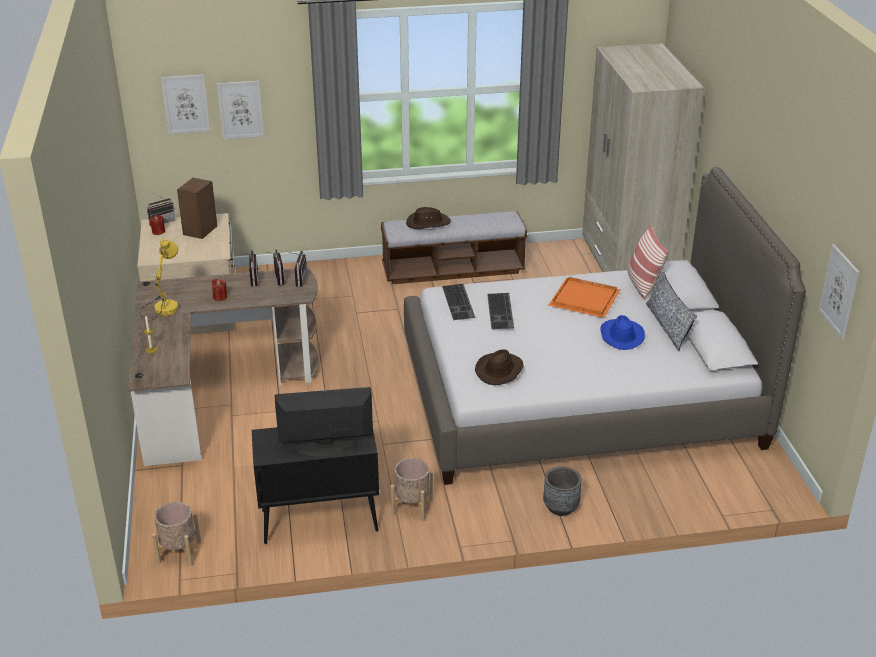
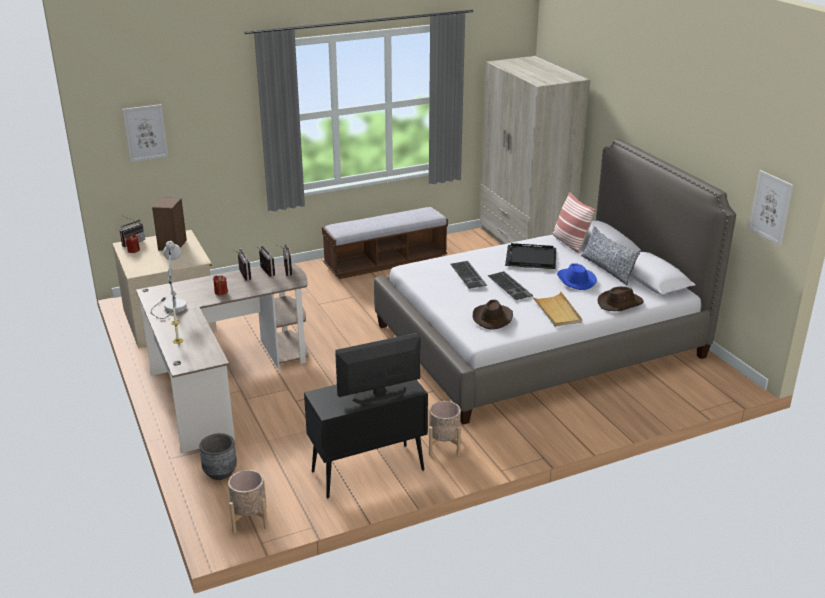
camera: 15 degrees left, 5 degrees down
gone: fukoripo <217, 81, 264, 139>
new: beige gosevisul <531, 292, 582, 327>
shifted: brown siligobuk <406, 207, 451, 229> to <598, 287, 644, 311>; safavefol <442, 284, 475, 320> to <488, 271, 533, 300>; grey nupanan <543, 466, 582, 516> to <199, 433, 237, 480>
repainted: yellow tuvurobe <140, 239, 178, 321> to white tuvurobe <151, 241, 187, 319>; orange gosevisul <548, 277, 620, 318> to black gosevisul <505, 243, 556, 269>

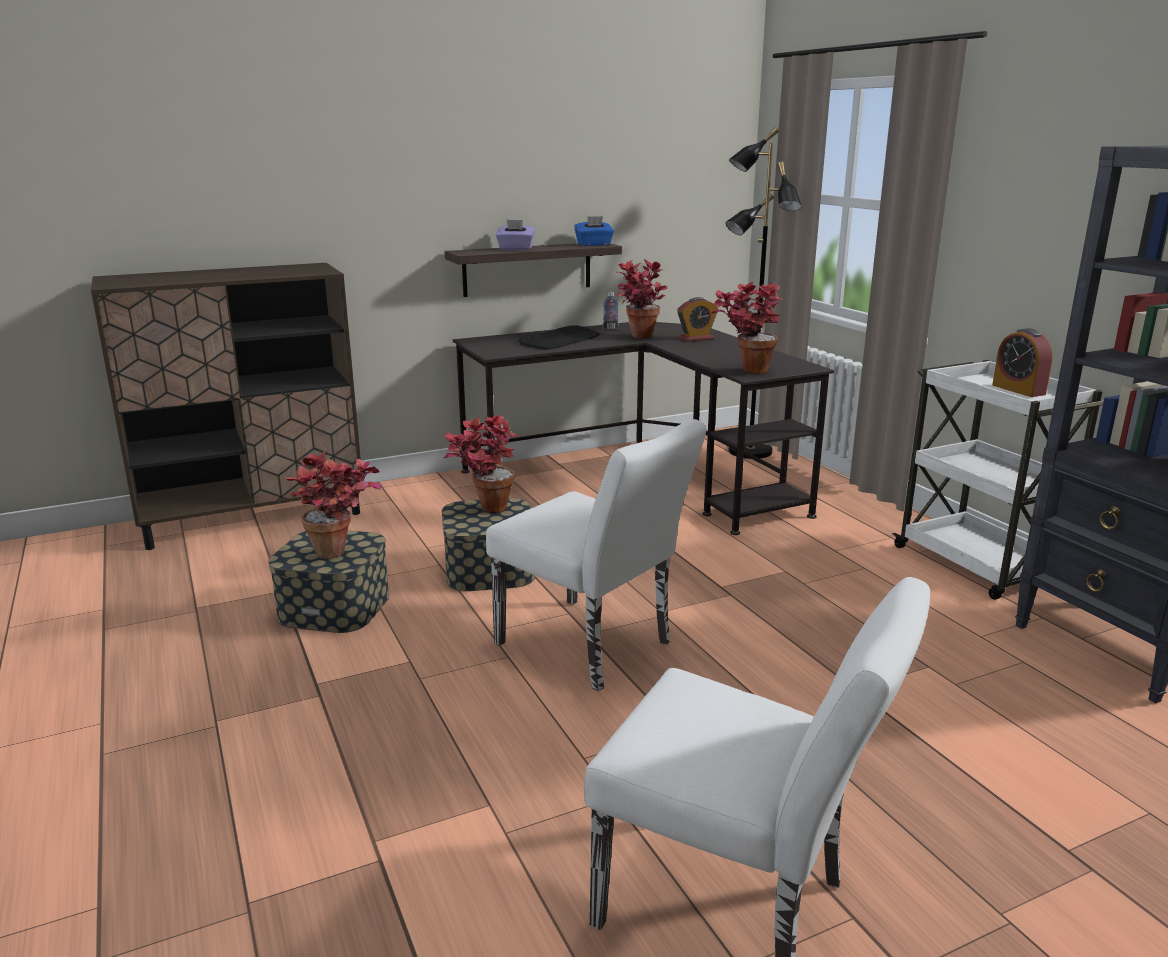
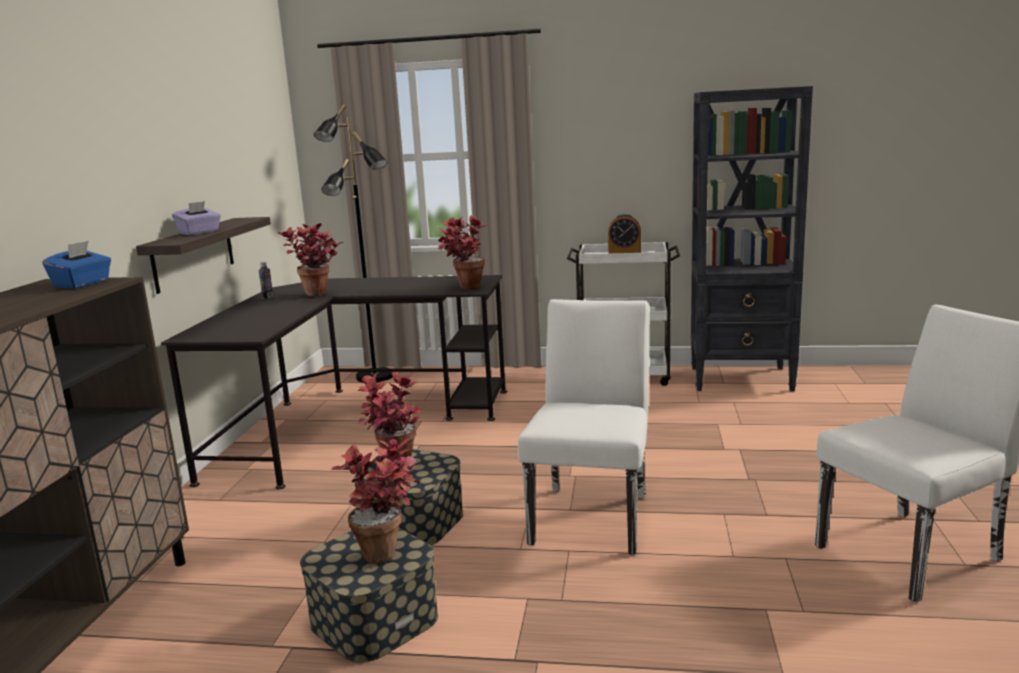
camera: 55 degrees left, 5 degrees down
gone: safavefol <519, 325, 600, 350>; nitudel <677, 297, 718, 342>
shifted: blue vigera <574, 216, 614, 246> to <42, 241, 111, 288>
rotated: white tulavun <486, 419, 706, 691> = <518, 299, 650, 555> 60 degrees counterclockwise

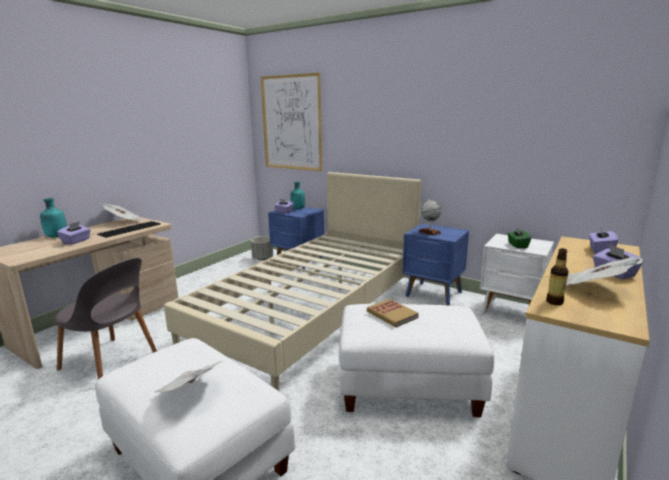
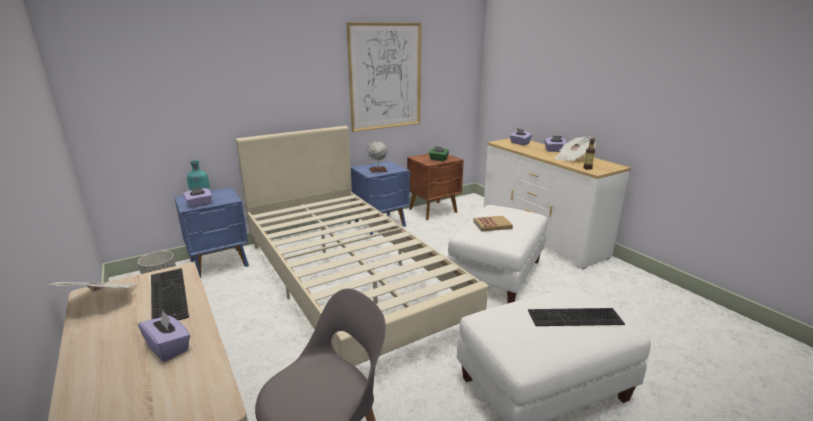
camera: 65 degrees left, 5 degrees up
gone: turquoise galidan <40, 198, 67, 237>
shifted: fukoripo <260, 73, 322, 171> to <346, 22, 422, 132>
swapped: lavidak <155, 361, 223, 393> to safavefol <528, 308, 625, 326>
repainted: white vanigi <480, 234, 554, 314> to brown vanigi <407, 154, 464, 220>

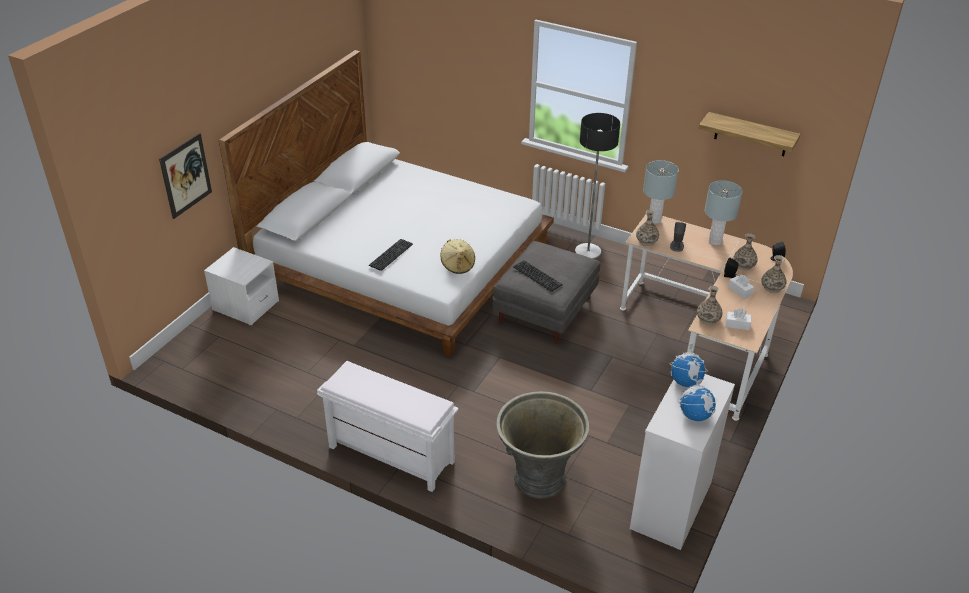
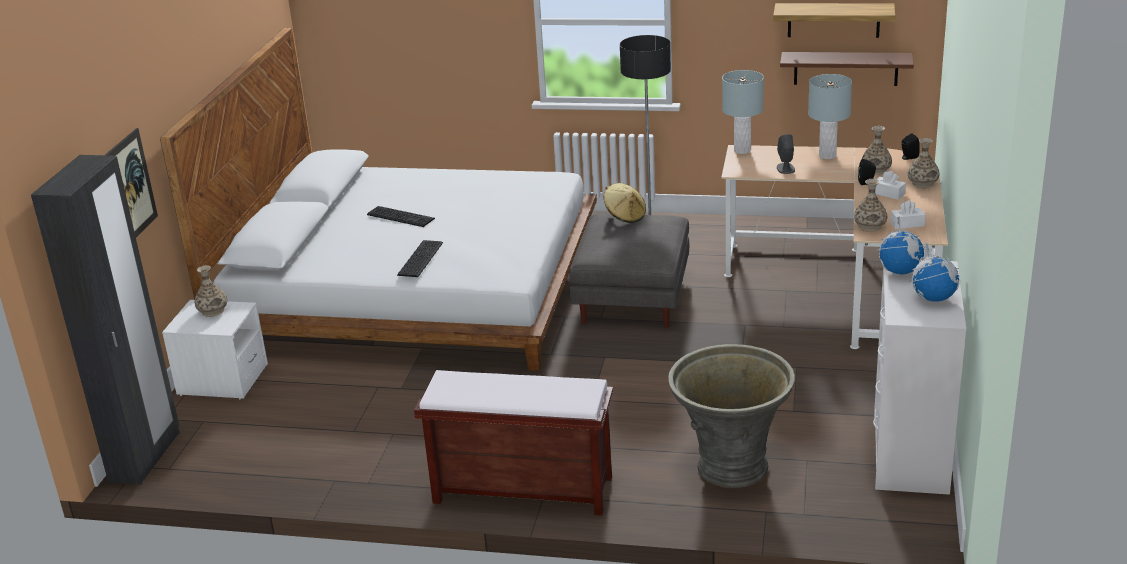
camera: 15 degrees left, 10 degrees down
new: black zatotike <31, 155, 179, 485>; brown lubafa <780, 52, 914, 86>
shifted: beige siligobuk <441, 239, 475, 274> to <604, 183, 646, 223>; safavefol <513, 260, 563, 292> to <367, 206, 435, 227>; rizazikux <636, 210, 659, 246> to <195, 265, 227, 317>
repainted: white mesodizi <317, 361, 458, 492> to brown mesodizi <414, 370, 613, 516>

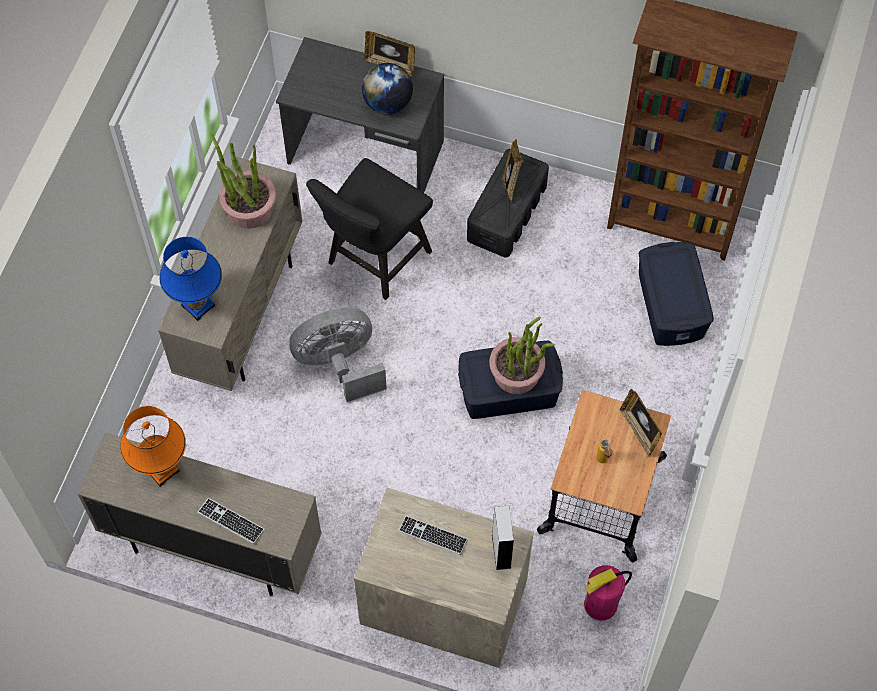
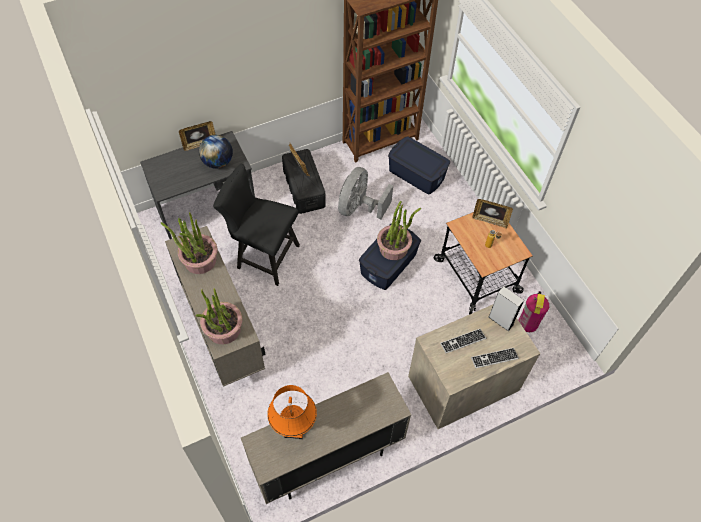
camera: 45 degrees left, 5 degrees down
shifted: safavefol <197, 498, 264, 544> to <471, 348, 519, 368>; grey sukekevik <289, 308, 387, 402> to <338, 167, 393, 219>
swapped: blue tuvurobe <159, 237, 222, 321> to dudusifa <196, 288, 242, 344>
rotated: black tulavun <306, 158, 433, 300> = <213, 163, 300, 286> 120 degrees clockwise

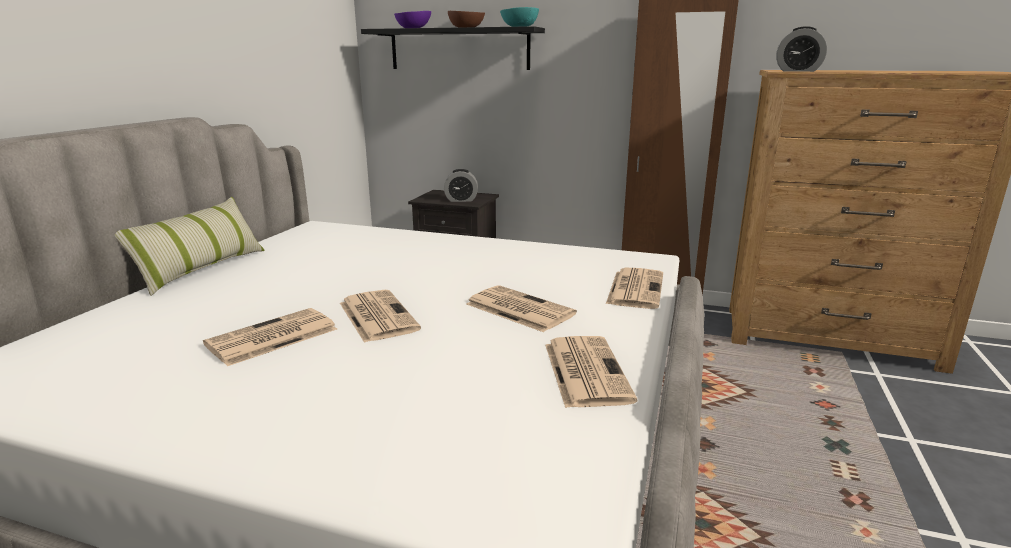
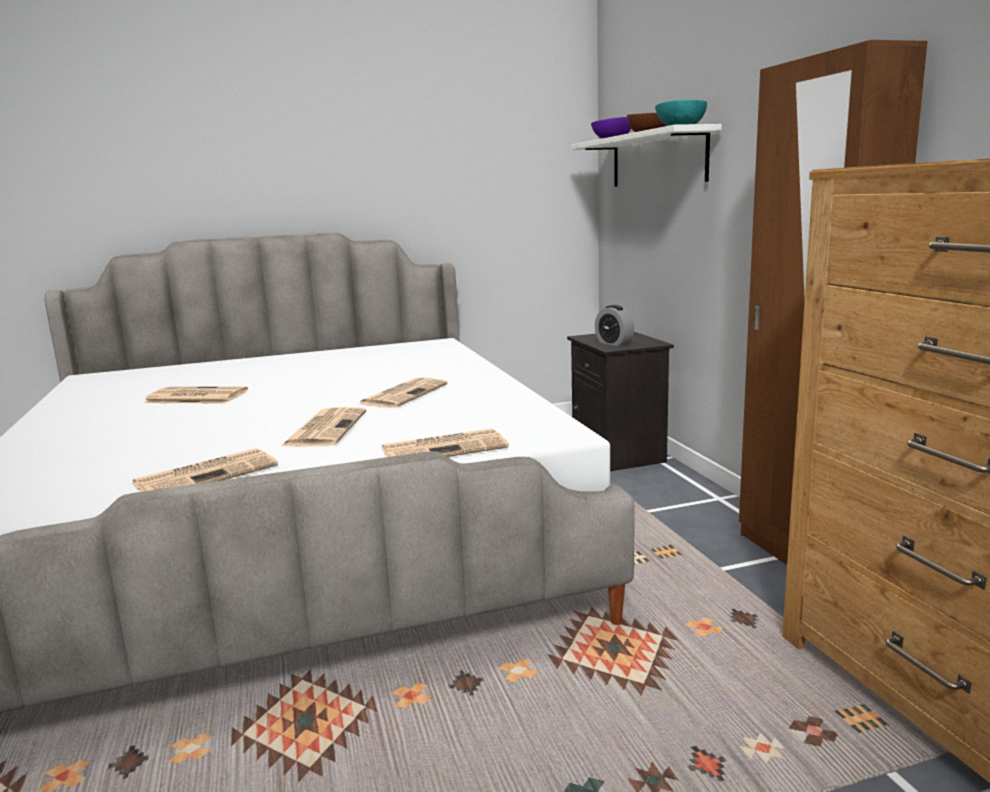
camera: 55 degrees right, 5 degrees down
gone: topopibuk <115, 197, 265, 296>; nitudel <776, 26, 827, 72>
shifted: lavidak <340, 290, 421, 343> to <359, 378, 448, 408>
repainted: black lubafa <361, 26, 545, 70> to white lubafa <571, 124, 722, 187>

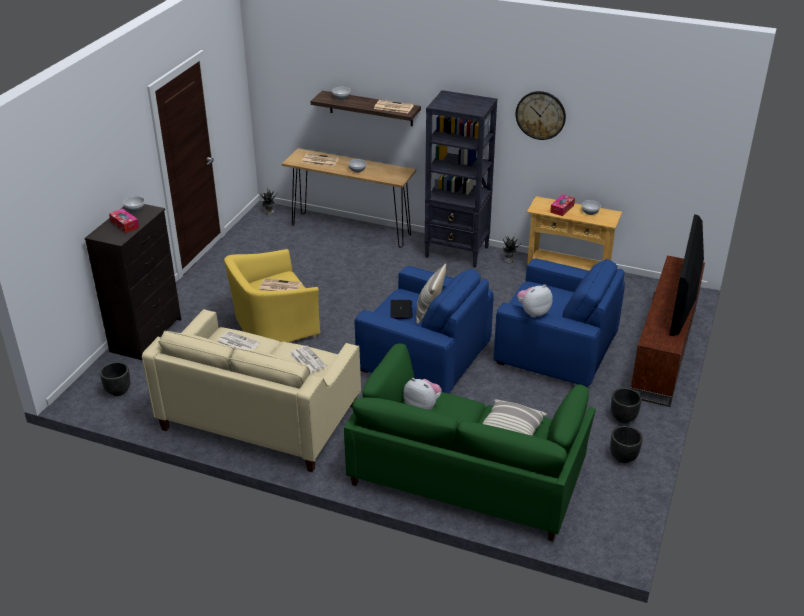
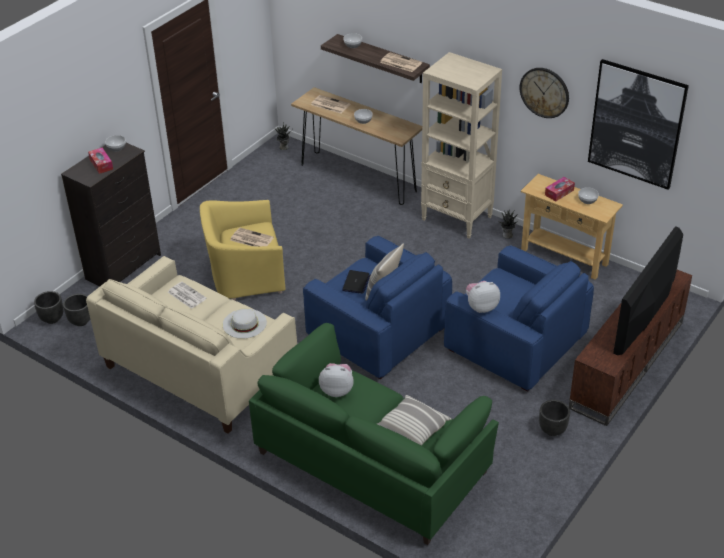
camera: 15 degrees right, 5 degrees up
new: fukoripo <588, 59, 689, 190>
shifted: black nupanan <610, 426, 643, 463> to <34, 291, 63, 324>
swapped: lavidak <290, 346, 327, 373> to white siligobuk <223, 309, 267, 339>
repainted: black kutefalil <424, 90, 497, 268> to beige kutefalil <421, 52, 502, 239>
rotated: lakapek <403, 378, 442, 410> = <319, 363, 354, 397> 45 degrees counterclockwise

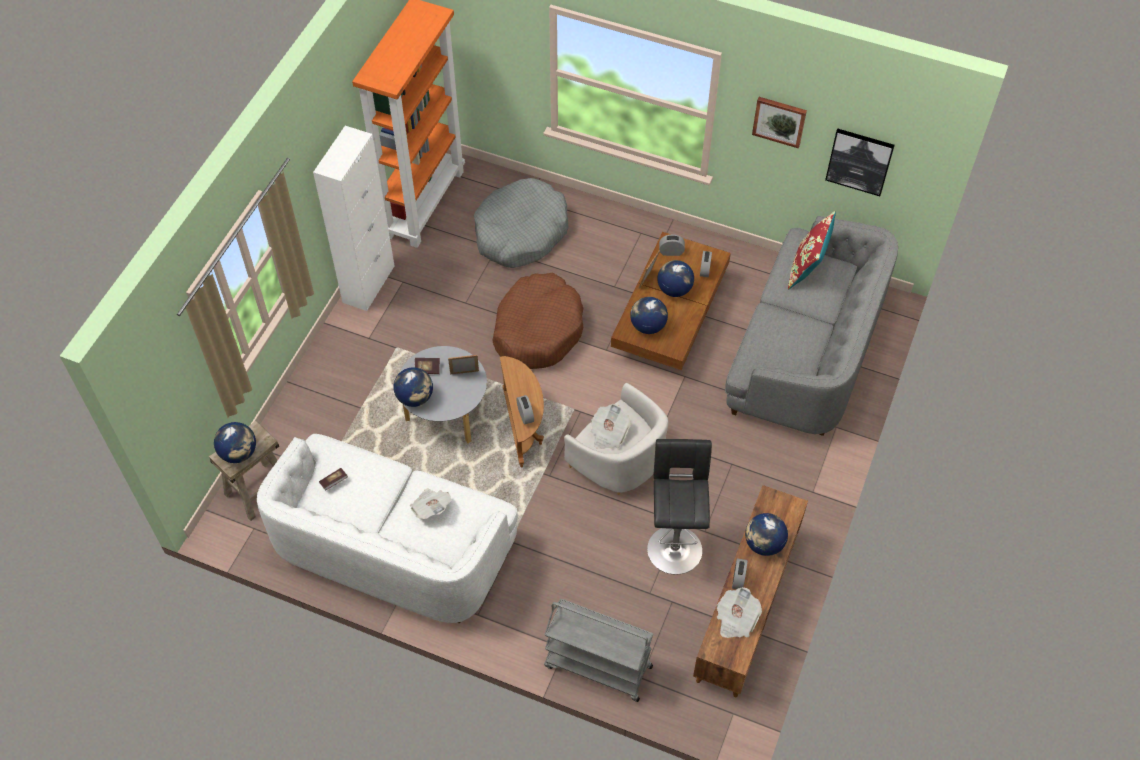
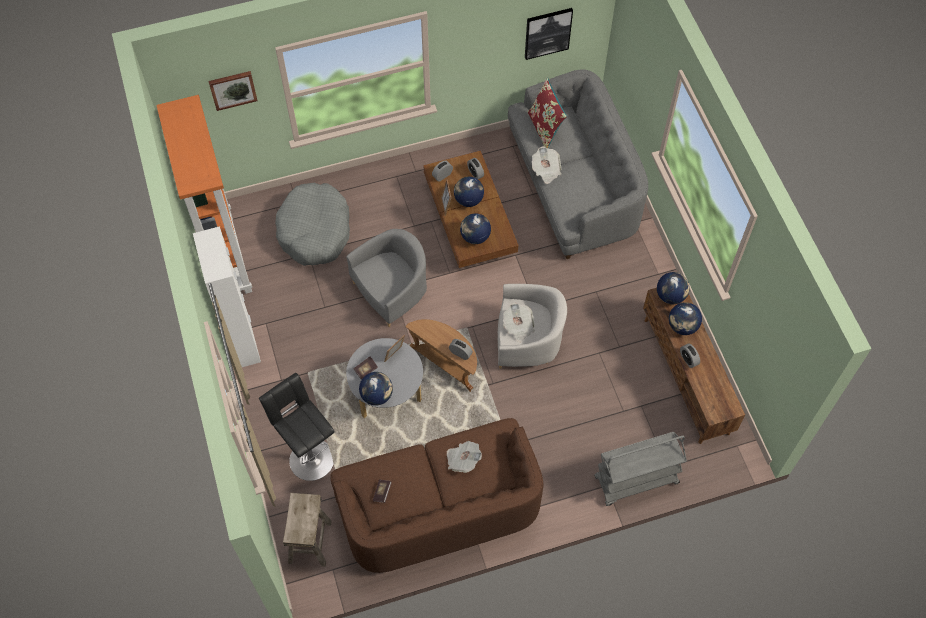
camera: 40 degrees left, 5 degrees up
shifted: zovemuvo <214, 422, 256, 463> to <657, 272, 690, 304>; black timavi <647, 439, 712, 574> to <259, 373, 335, 481>; lavidak <716, 587, 762, 638> to <532, 146, 562, 184>; fukoripo <752, 97, 807, 148> to <208, 71, 258, 111>
swapped: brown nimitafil <492, 273, 583, 369> to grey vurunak <346, 229, 427, 327>
repainted: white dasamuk <257, 434, 518, 624> to brown dasamuk <331, 418, 543, 573>

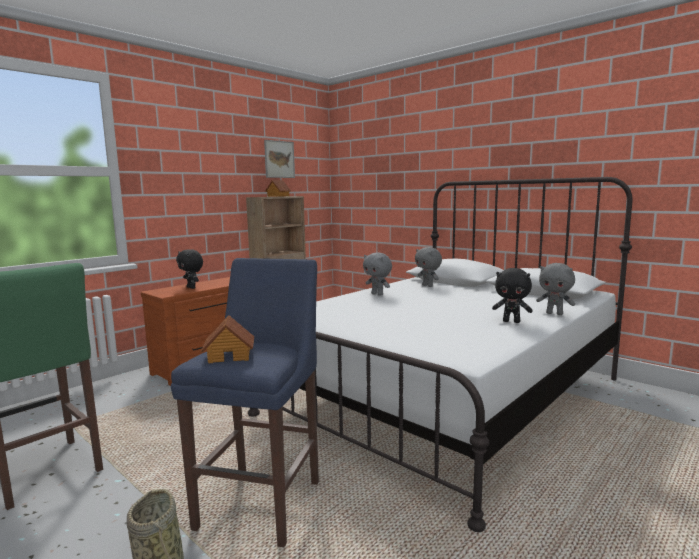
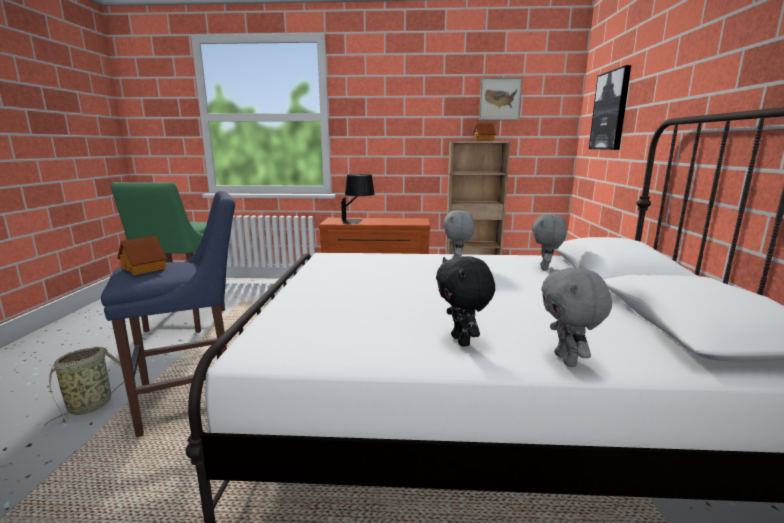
camera: 50 degrees right, 5 degrees up
new: fukoripo <589, 65, 631, 150>
swapped: black lakapek <176, 249, 203, 289> to black tuvurobe <341, 174, 375, 224>

